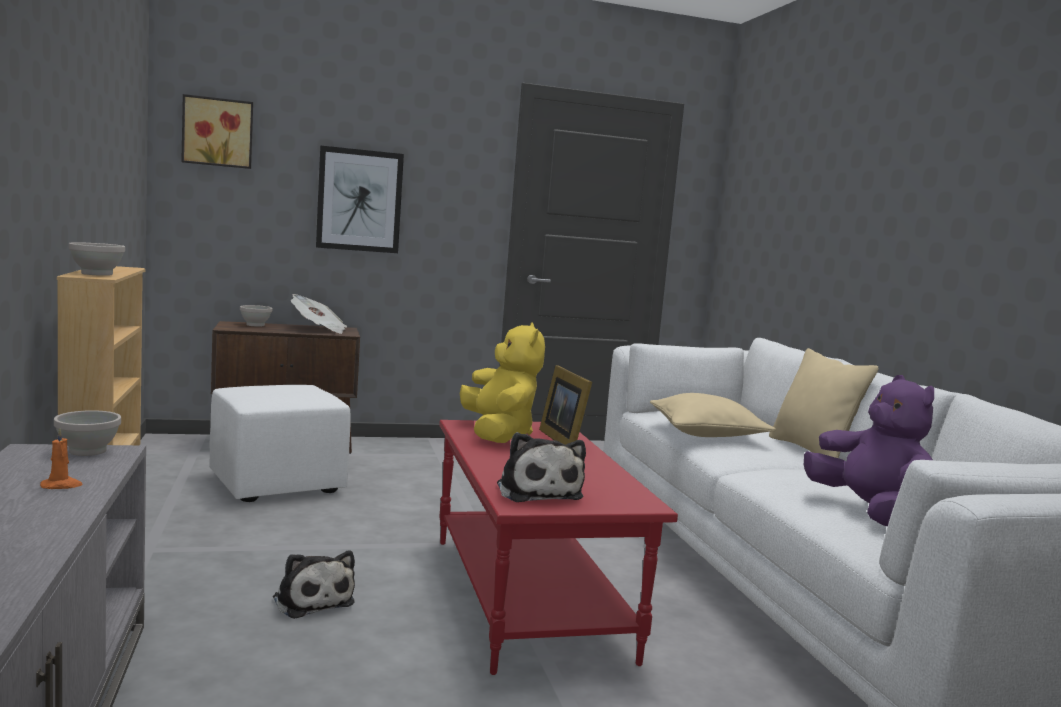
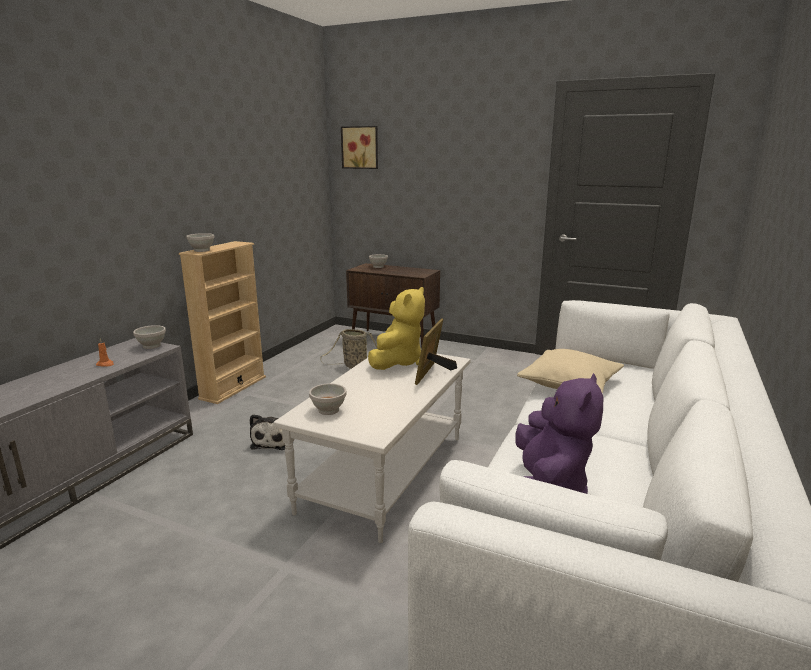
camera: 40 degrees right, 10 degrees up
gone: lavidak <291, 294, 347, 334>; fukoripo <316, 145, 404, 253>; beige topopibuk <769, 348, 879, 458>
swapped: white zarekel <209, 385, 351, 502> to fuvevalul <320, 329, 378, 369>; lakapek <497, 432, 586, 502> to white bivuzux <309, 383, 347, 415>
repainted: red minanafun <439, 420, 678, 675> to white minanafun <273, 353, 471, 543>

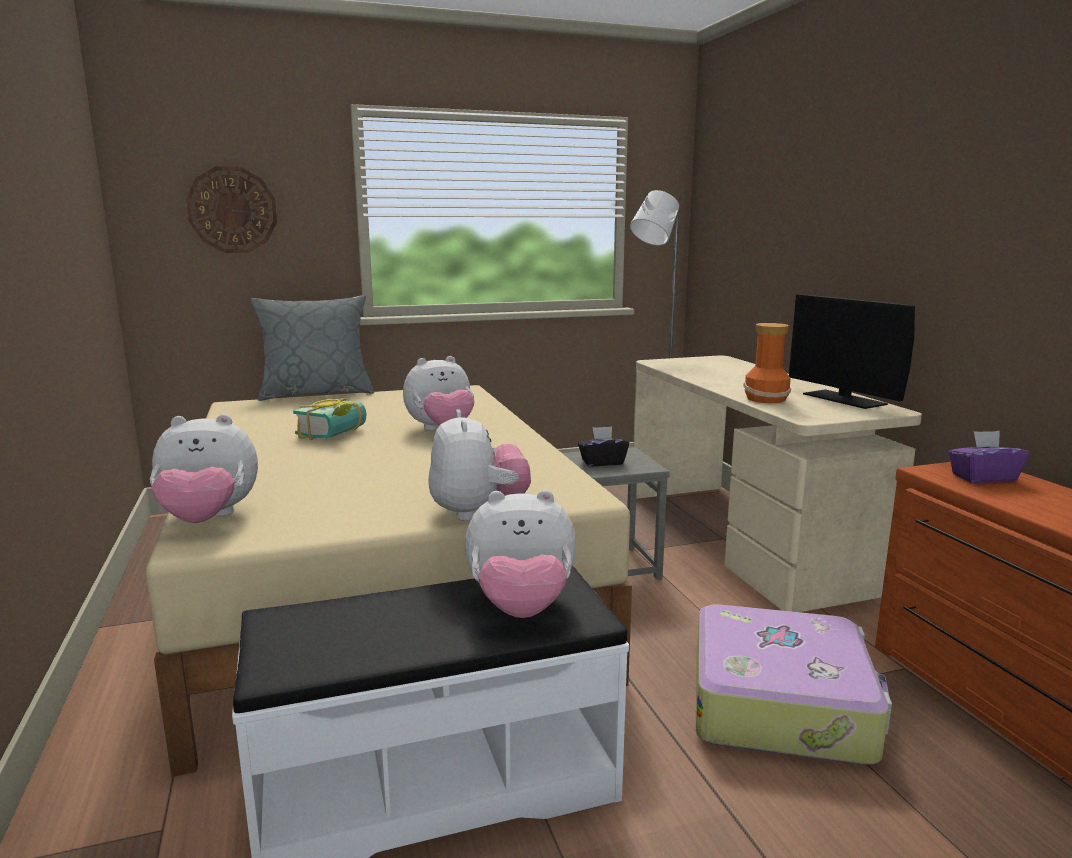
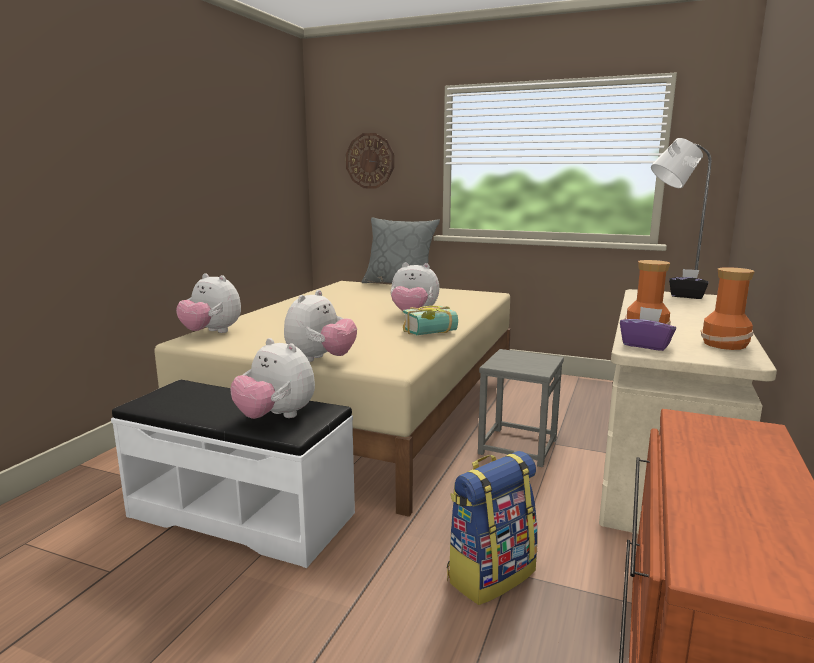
camera: 40 degrees right, 0 degrees up
shifted: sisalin <293, 398, 367, 440> to <403, 306, 458, 335>; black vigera <578, 426, 629, 466> to <669, 269, 708, 299>; purple vigera <948, 431, 1029, 483> to <620, 307, 676, 351>
swapped: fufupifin <696, 604, 892, 764> to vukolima <447, 451, 537, 605>; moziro <789, 294, 915, 409> to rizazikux <701, 267, 754, 350>

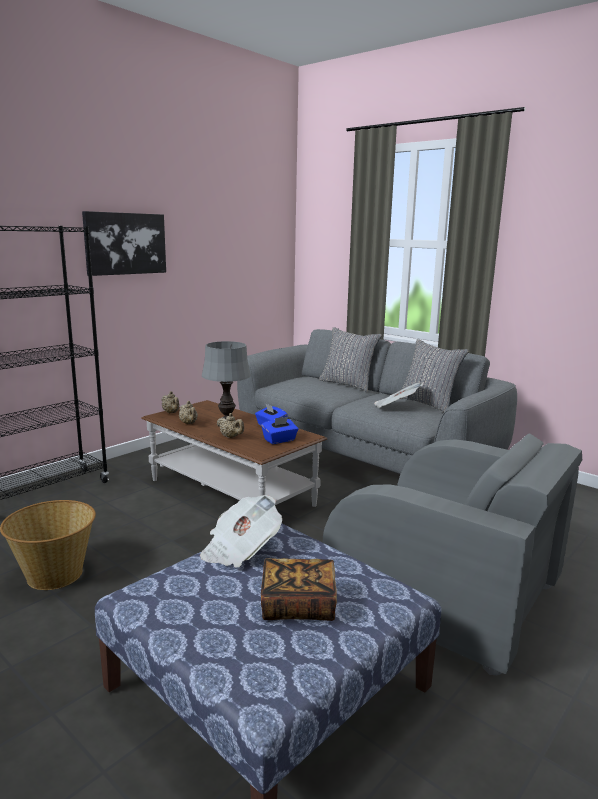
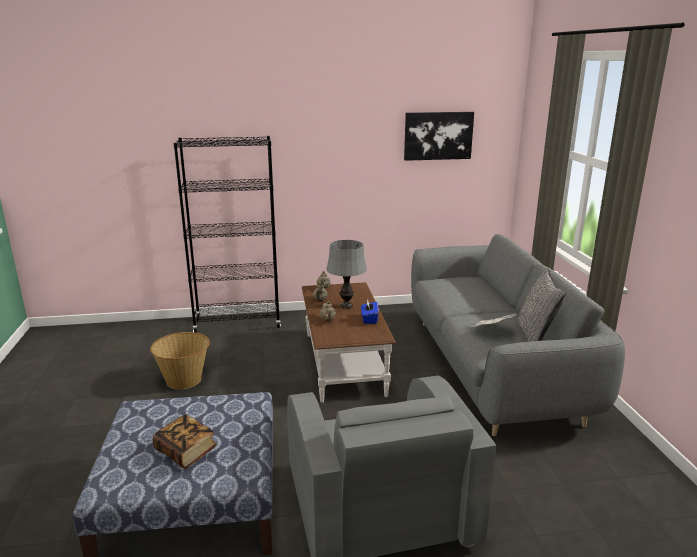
camera: 40 degrees right, 5 degrees up
gone: lavidak <200, 495, 282, 568>; blue vigera <261, 417, 298, 444>; grey topopibuk <319, 327, 382, 392>
shifted: fukoripo <82, 211, 166, 276> to <404, 112, 474, 161>

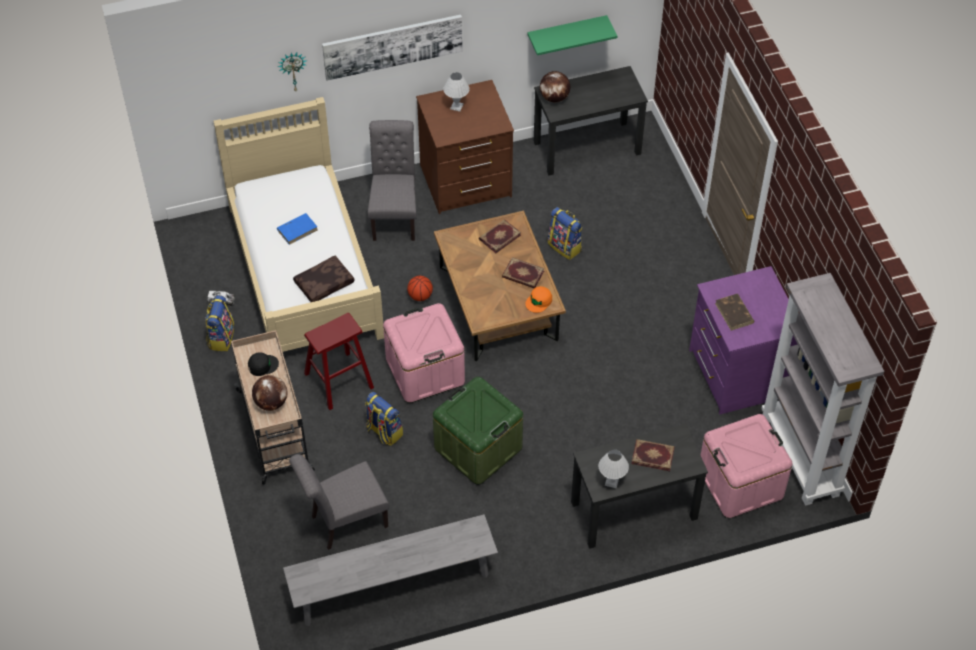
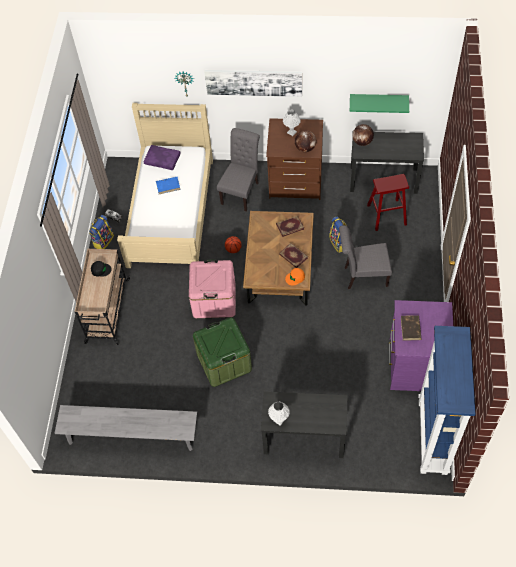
camera: 25 degrees right, 5 degrees up
gone: brown topopibuk <293, 256, 355, 302>; vukolima <365, 392, 403, 446>; sisalin <631, 439, 675, 471>; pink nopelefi <701, 414, 793, 518>
new: purple topopibuk <144, 145, 180, 170>
shifted: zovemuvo <252, 375, 288, 411> to <295, 130, 316, 152>; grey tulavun <289, 454, 389, 550> to <339, 225, 392, 289>; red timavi <304, 313, 374, 410> to <367, 174, 409, 231>
repainted: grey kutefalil <761, 273, 884, 506> to blue kutefalil <418, 326, 476, 475>

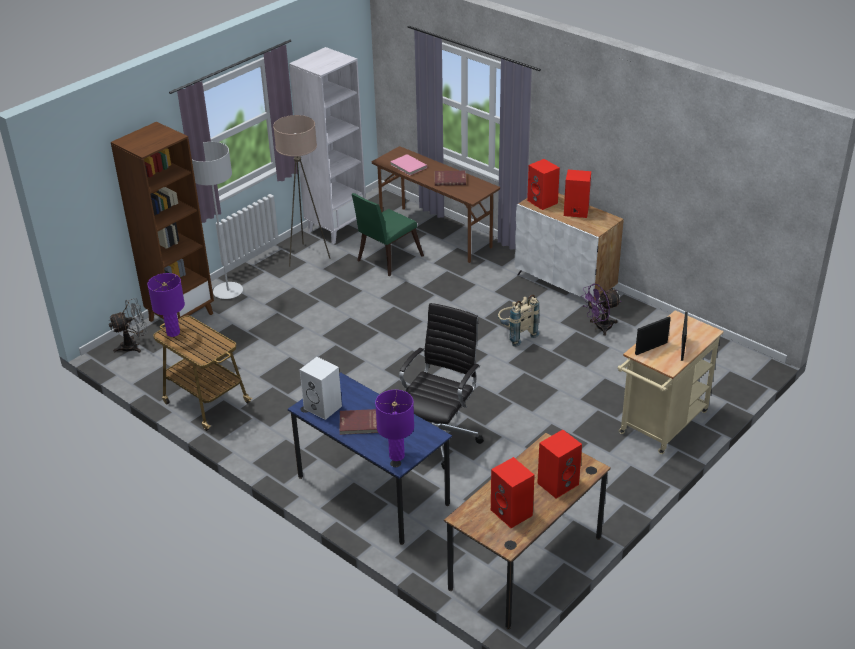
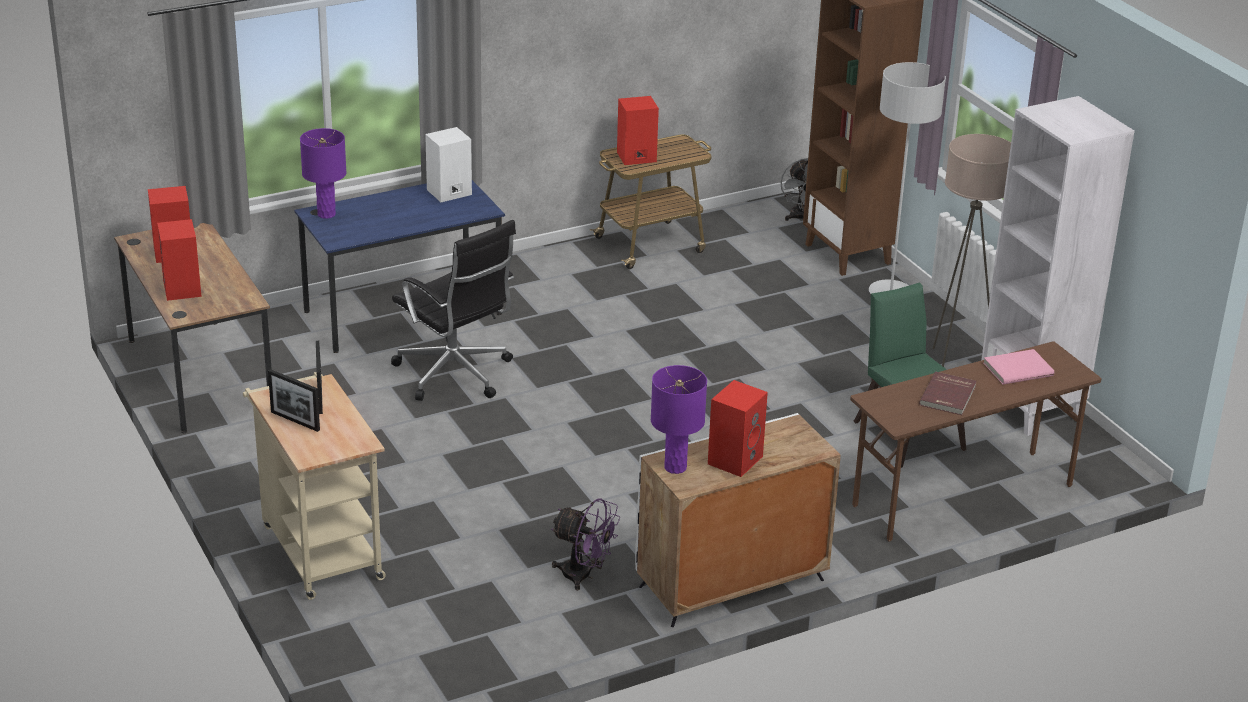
camera: 110 degrees right, 5 degrees down
gone: red sisalin <339, 409, 378, 435>; beige vukolima <497, 295, 539, 347>
shifted: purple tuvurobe <147, 273, 185, 337> to <651, 365, 707, 474>; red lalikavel <527, 159, 560, 210> to <617, 96, 659, 165>
rotated: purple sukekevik <582, 284, 621, 336> = <551, 498, 621, 590> 120 degrees clockwise

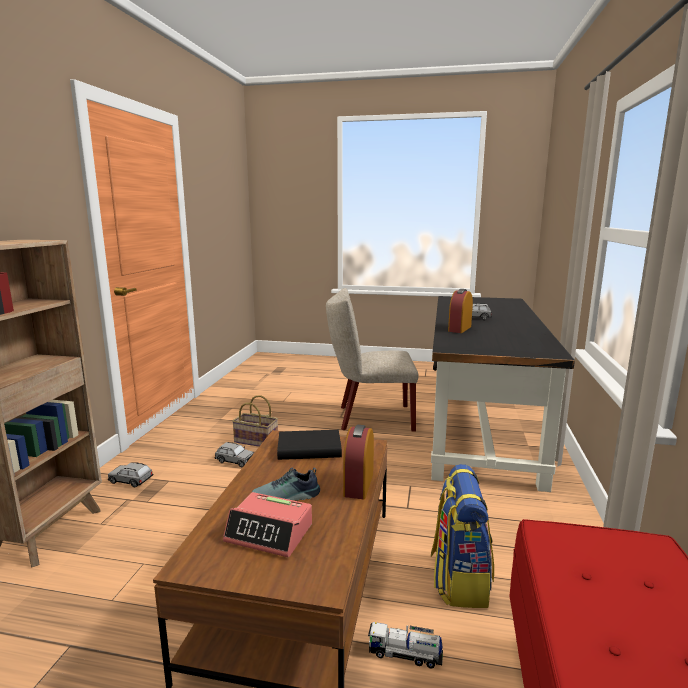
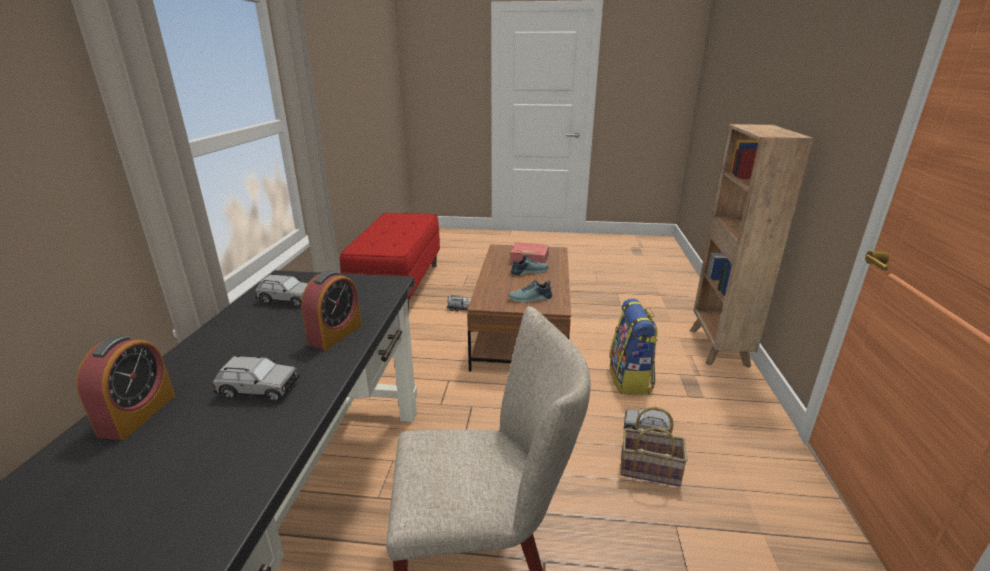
camera: 175 degrees right, 10 degrees up
shifted: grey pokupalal <108, 462, 153, 488> to <255, 274, 308, 307>; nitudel <343, 425, 374, 499> to <77, 336, 175, 440>; vukolima <431, 464, 494, 608> to <609, 299, 658, 395>
swapped: black sisalin <277, 430, 342, 460> to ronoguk <509, 279, 552, 303>

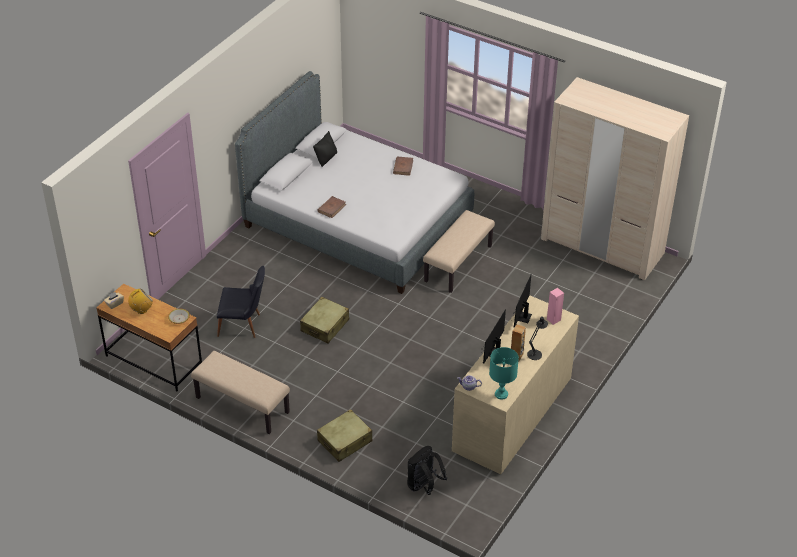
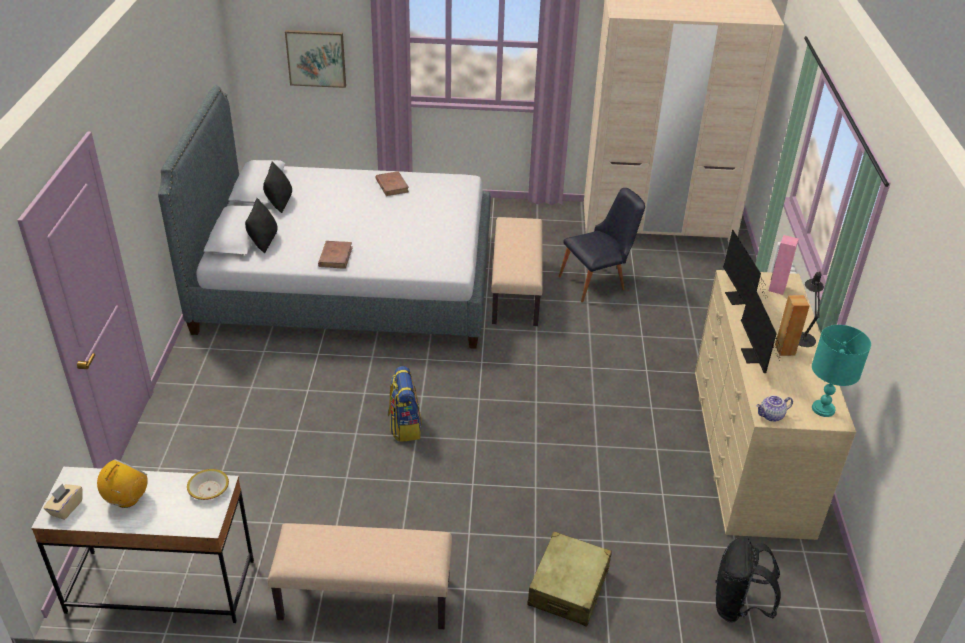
camera: 30 degrees left, 5 degrees down
new: black topopibuk <245, 198, 278, 253>; fukoripo <285, 30, 346, 88>
shifted: black tulavun <217, 266, 265, 338> to <558, 188, 645, 302>
swapped: beige fufupifin <300, 297, 349, 344> to vukolima <388, 366, 422, 442>
repainted: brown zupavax <96, 283, 202, 391> to white zupavax <31, 467, 254, 623>

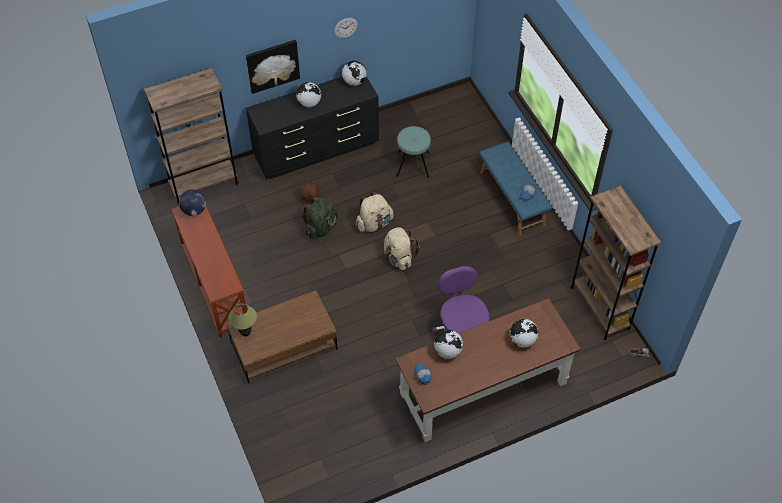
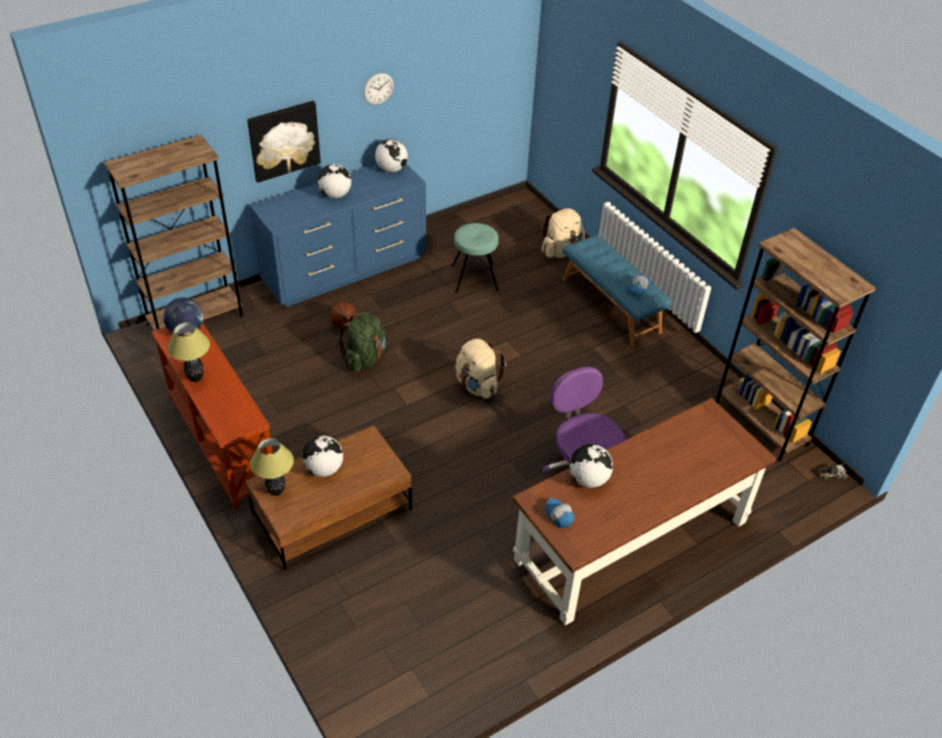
camera: 10 degrees left, 10 degrees down
new: tuvurobe <167, 322, 210, 382>
shifted: beige vukolima <356, 192, 394, 232> to <542, 208, 585, 258>; zovemuvo <510, 319, 538, 348> to <302, 436, 343, 477>
repainted: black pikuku <246, 76, 379, 179> to blue pikuku <249, 163, 426, 307>

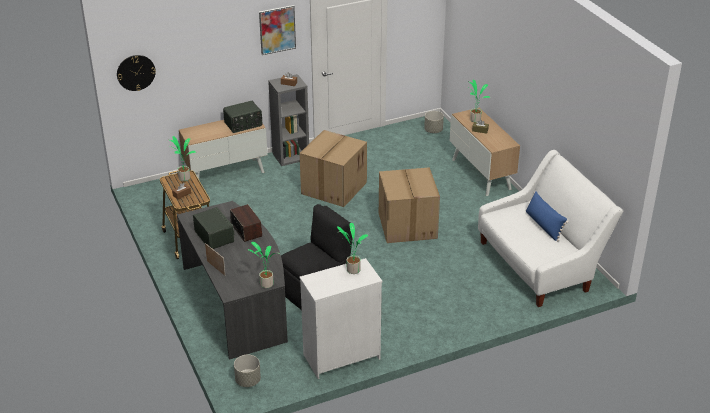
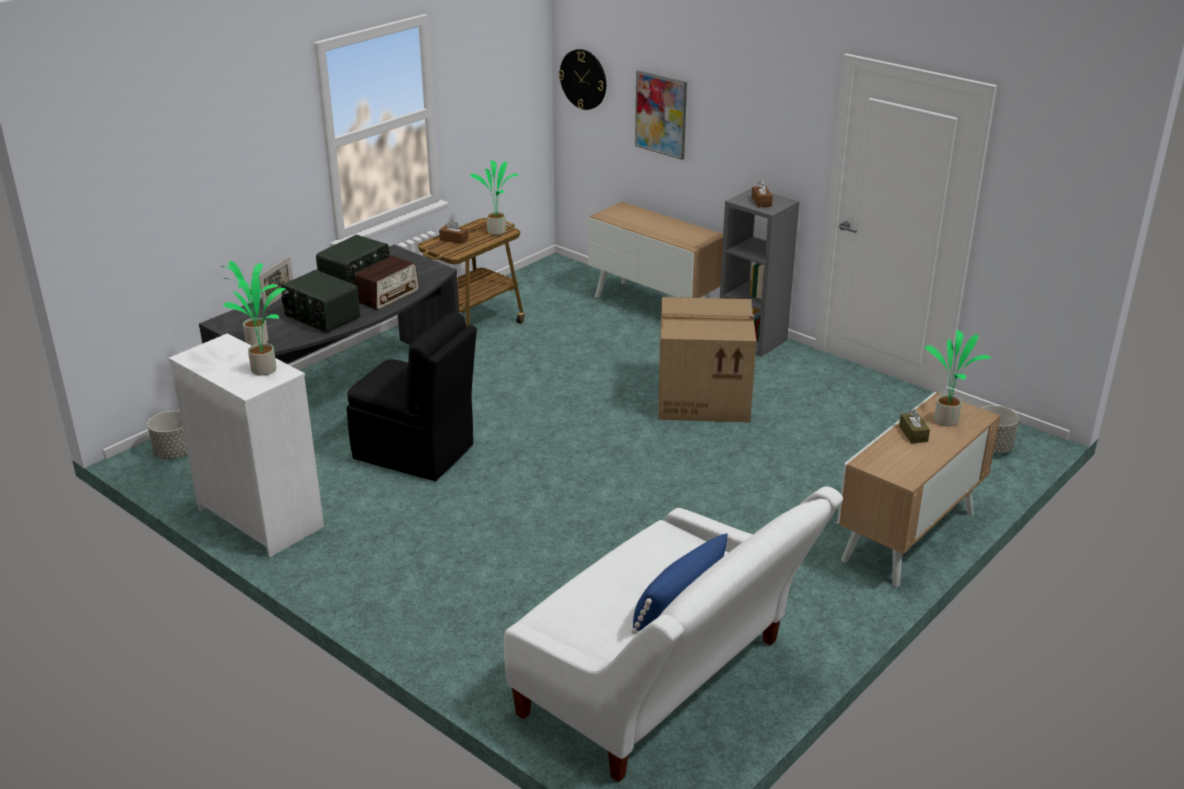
camera: 65 degrees right, 5 degrees down
gone: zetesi <379, 167, 440, 243>
shifted: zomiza <223, 101, 262, 133> to <281, 270, 360, 333>; fukoripo <259, 5, 296, 55> to <635, 70, 687, 160>

